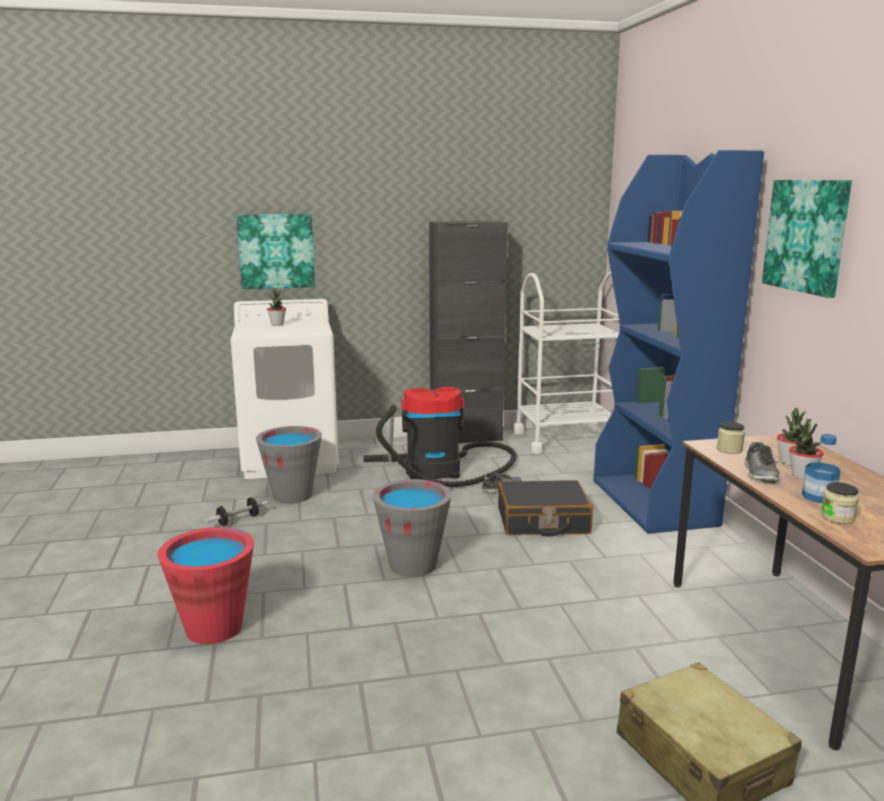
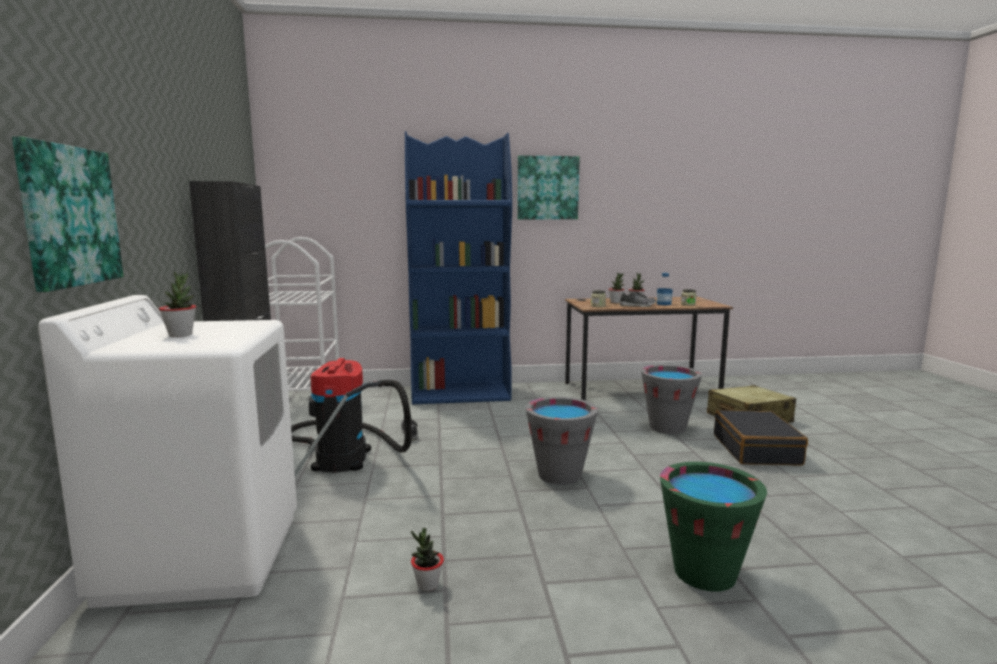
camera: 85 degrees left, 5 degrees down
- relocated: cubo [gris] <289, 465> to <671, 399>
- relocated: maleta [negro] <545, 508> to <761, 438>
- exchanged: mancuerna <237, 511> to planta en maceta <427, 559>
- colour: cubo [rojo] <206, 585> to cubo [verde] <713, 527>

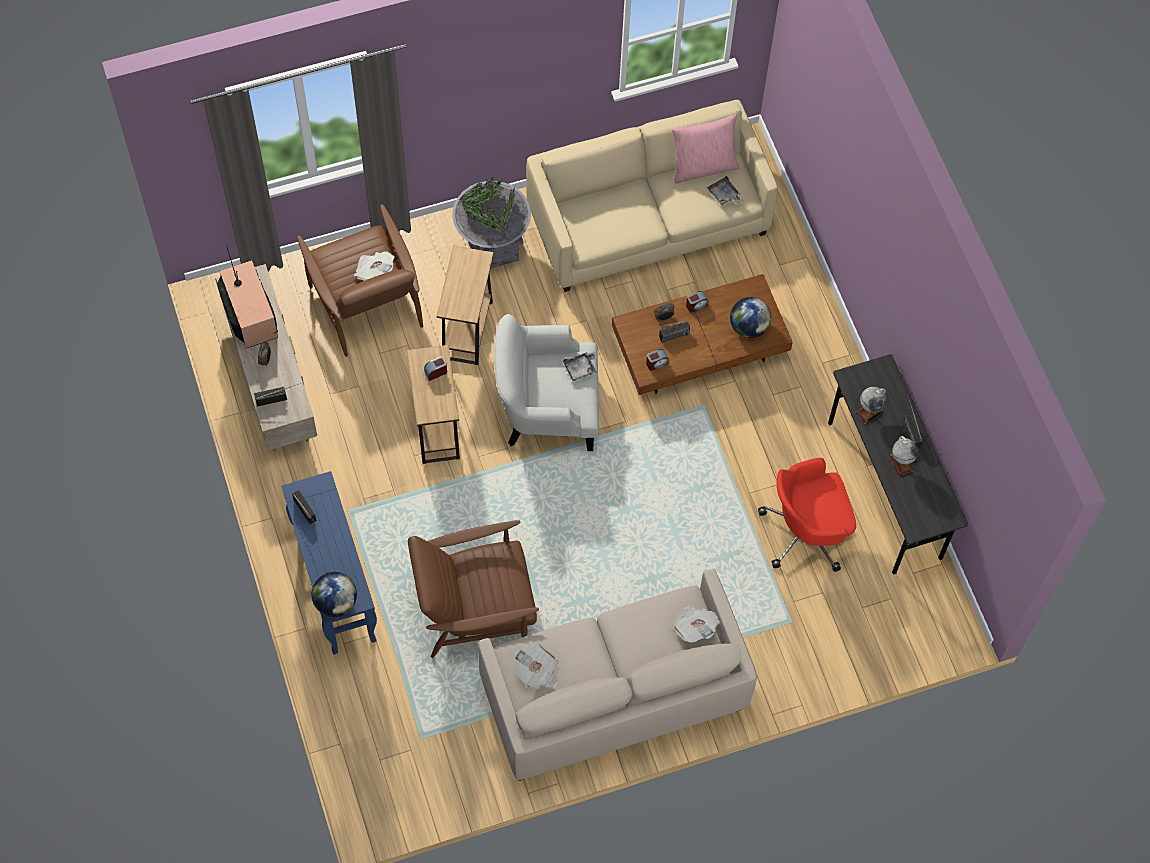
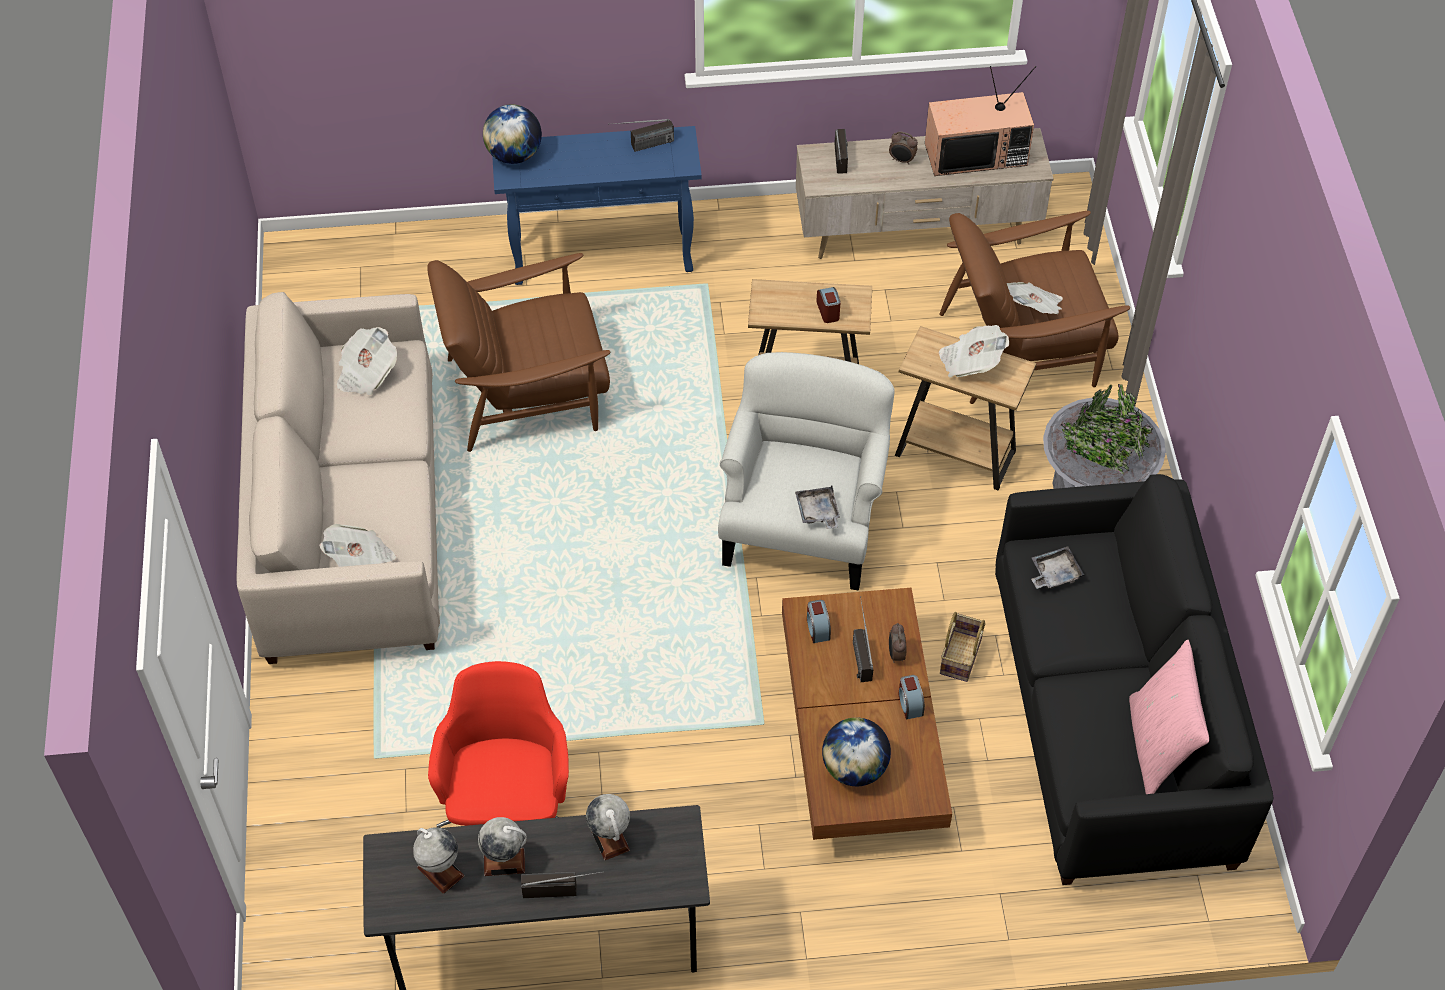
camera: 105 degrees right, 10 degrees down
- colour: sofá [beis] <652, 196> to sofá [negro] <1134, 679>
- relocated: bandeja [gris] <724, 190> to <1058, 568>
- spun: sillón [marrón] <473, 589> = <518, 352> 105 degrees counterclockwise
- appeared: periódico <974, 351>
- appeared: cesta <963, 647>
- appeared: globo terráqueo <438, 860>

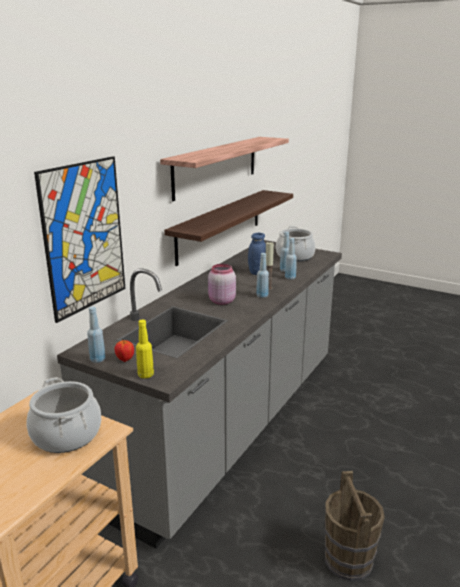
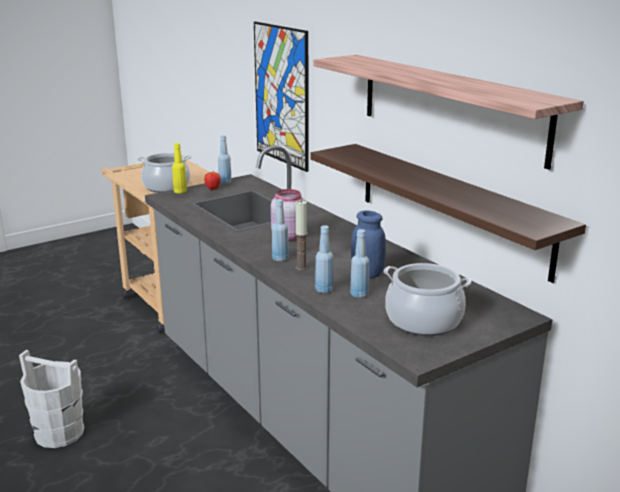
camera: 115 degrees right, 0 degrees up
- colour: cubo [marrón] <355, 526> to cubo [blanco] <51, 399>

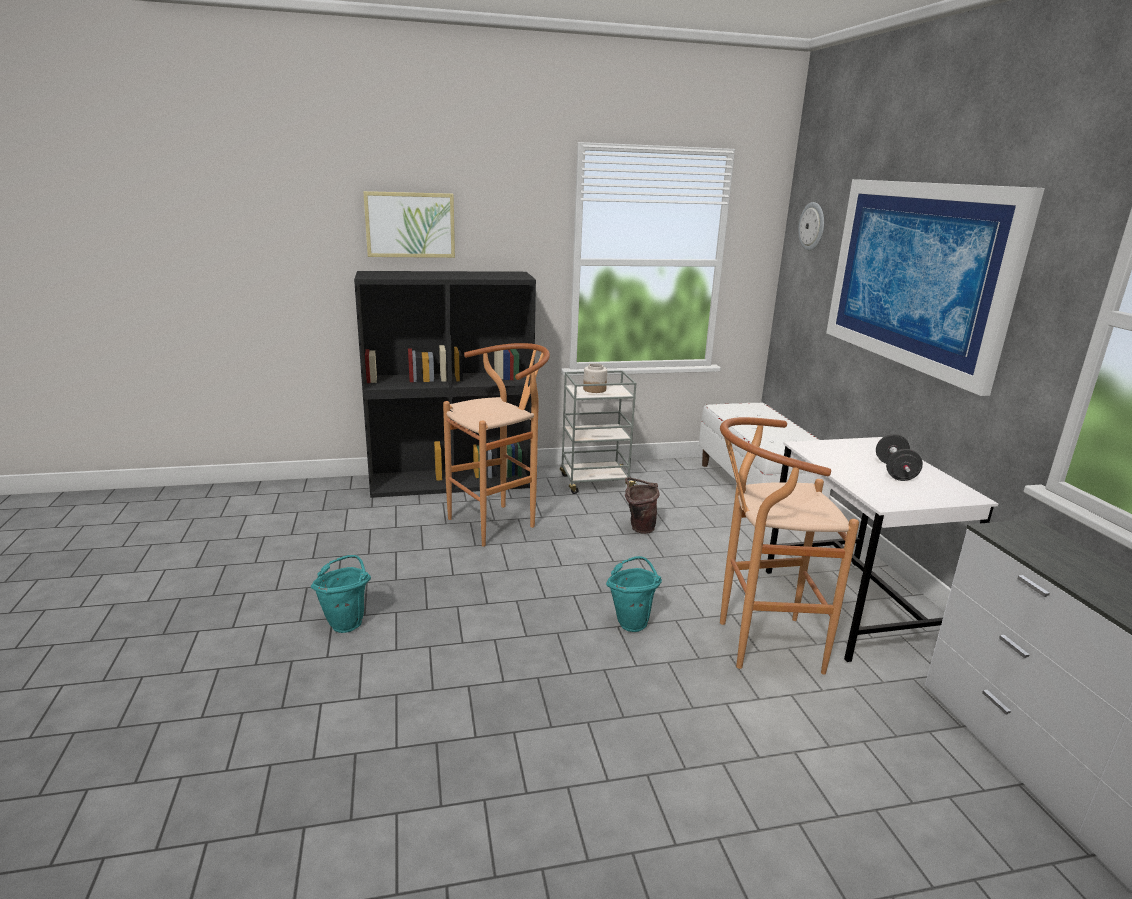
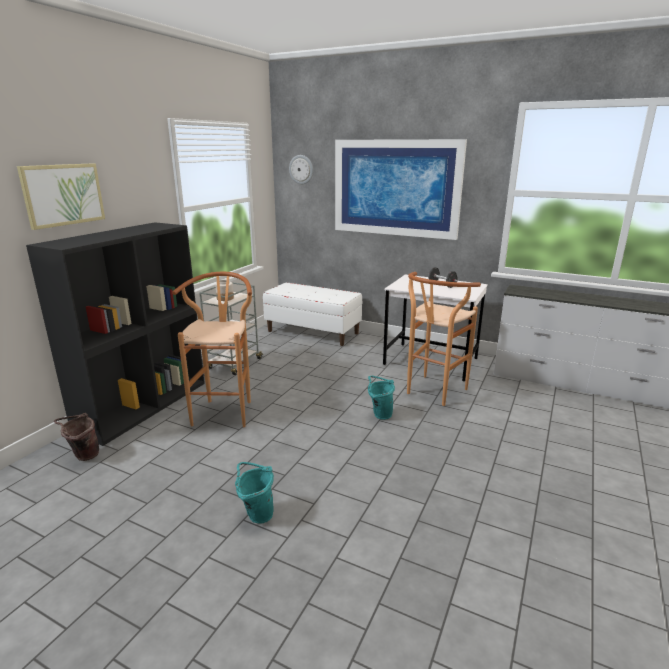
camera: 50 degrees left, 0 degrees up
- relocated: cubo [marrón] <642, 506> to <76, 437>

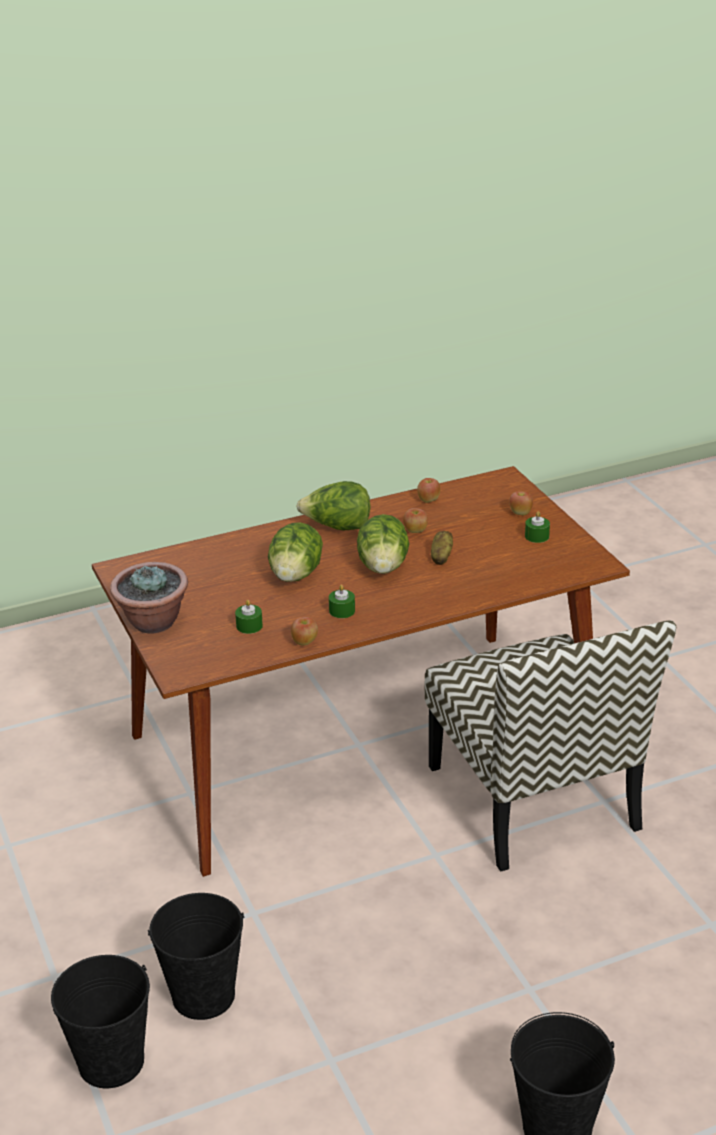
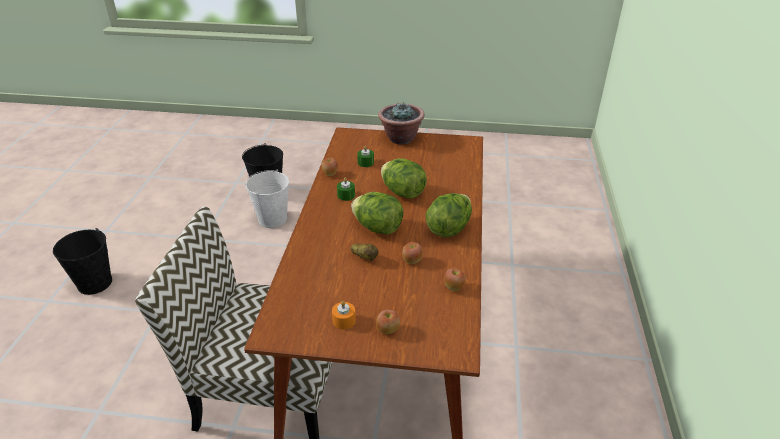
camera: 120 degrees right, 5 degrees up
- colour: vela [verde] <537, 527> to vela [naranja] <344, 315>
- colour: cubo [negro] <196, 956> to cubo [blanco] <267, 199>

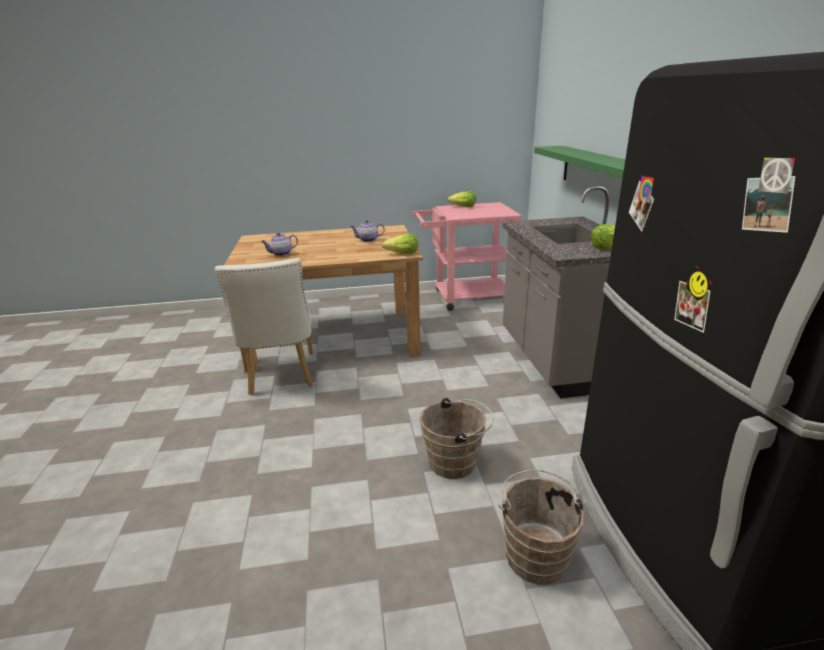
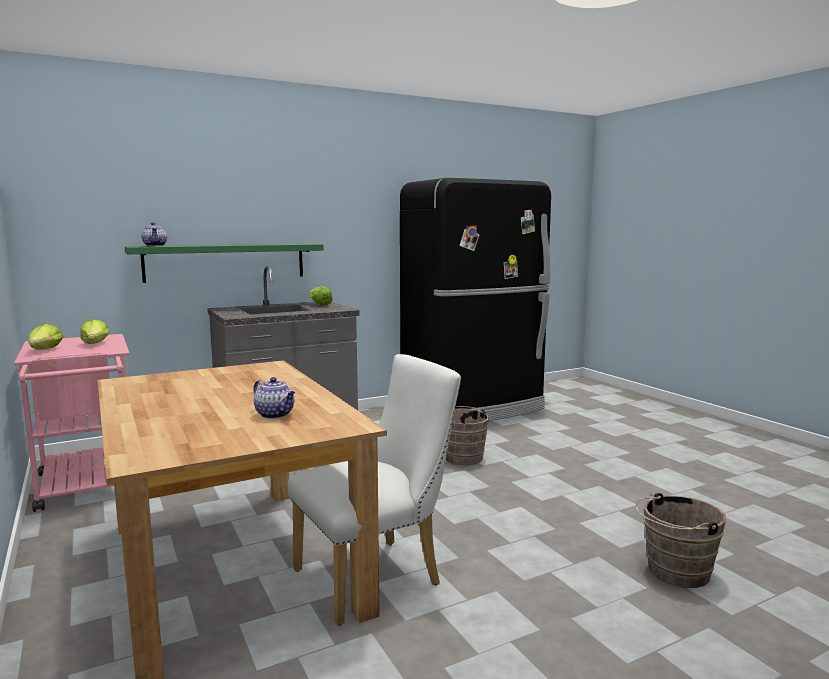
camera: 110 degrees left, 15 degrees down
- relocated: tetera <367, 231> to <154, 234>
- relocated: lechuga <400, 243> to <95, 331>
- relocated: cubo [marrón] <542, 527> to <681, 540>

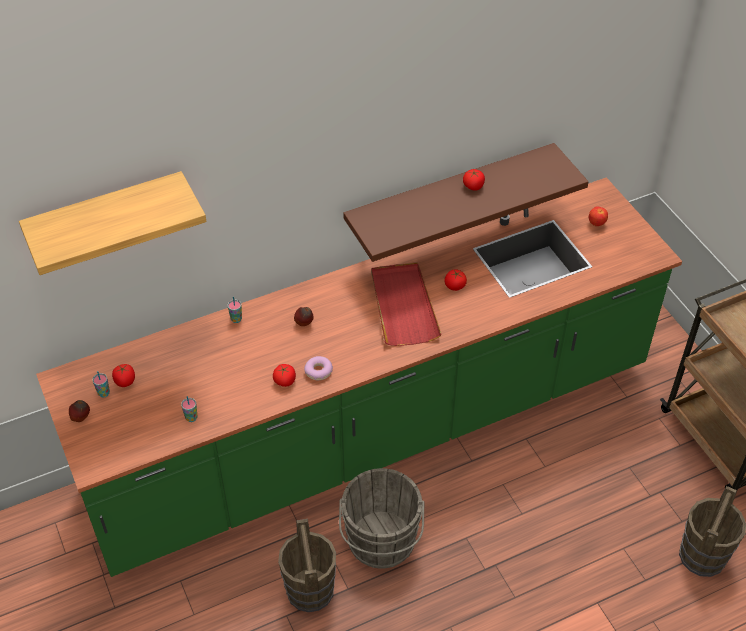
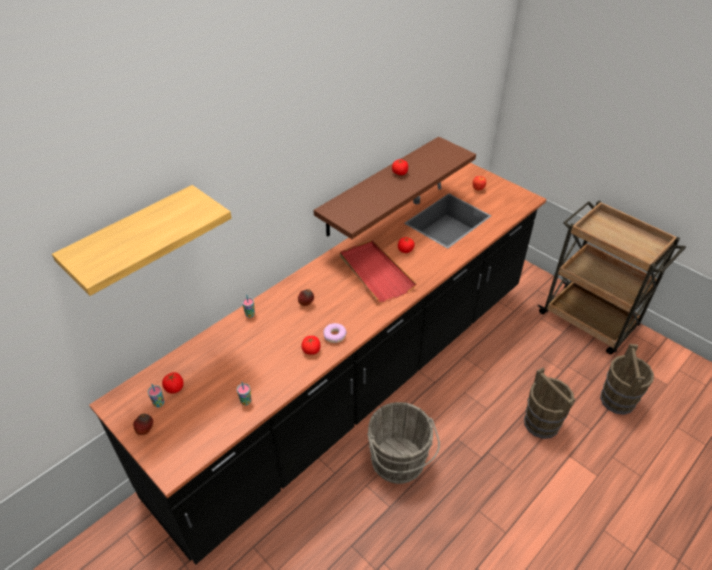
camera: 20 degrees left, 5 degrees down
- colour: mueble bajo de cocina [verde] <359, 377> to mueble bajo de cocina [negro] <317, 364>
- relocated: cubo [marrón] <307, 565> to <550, 403>

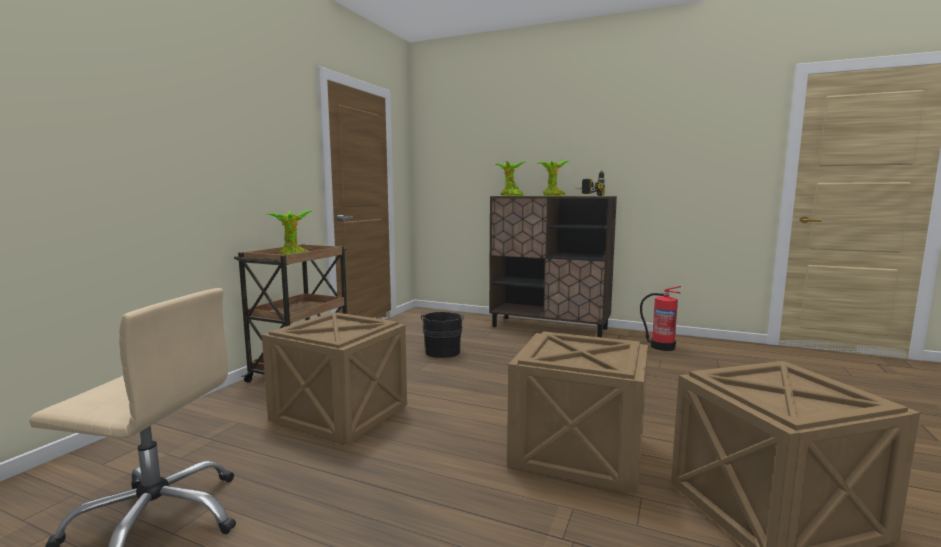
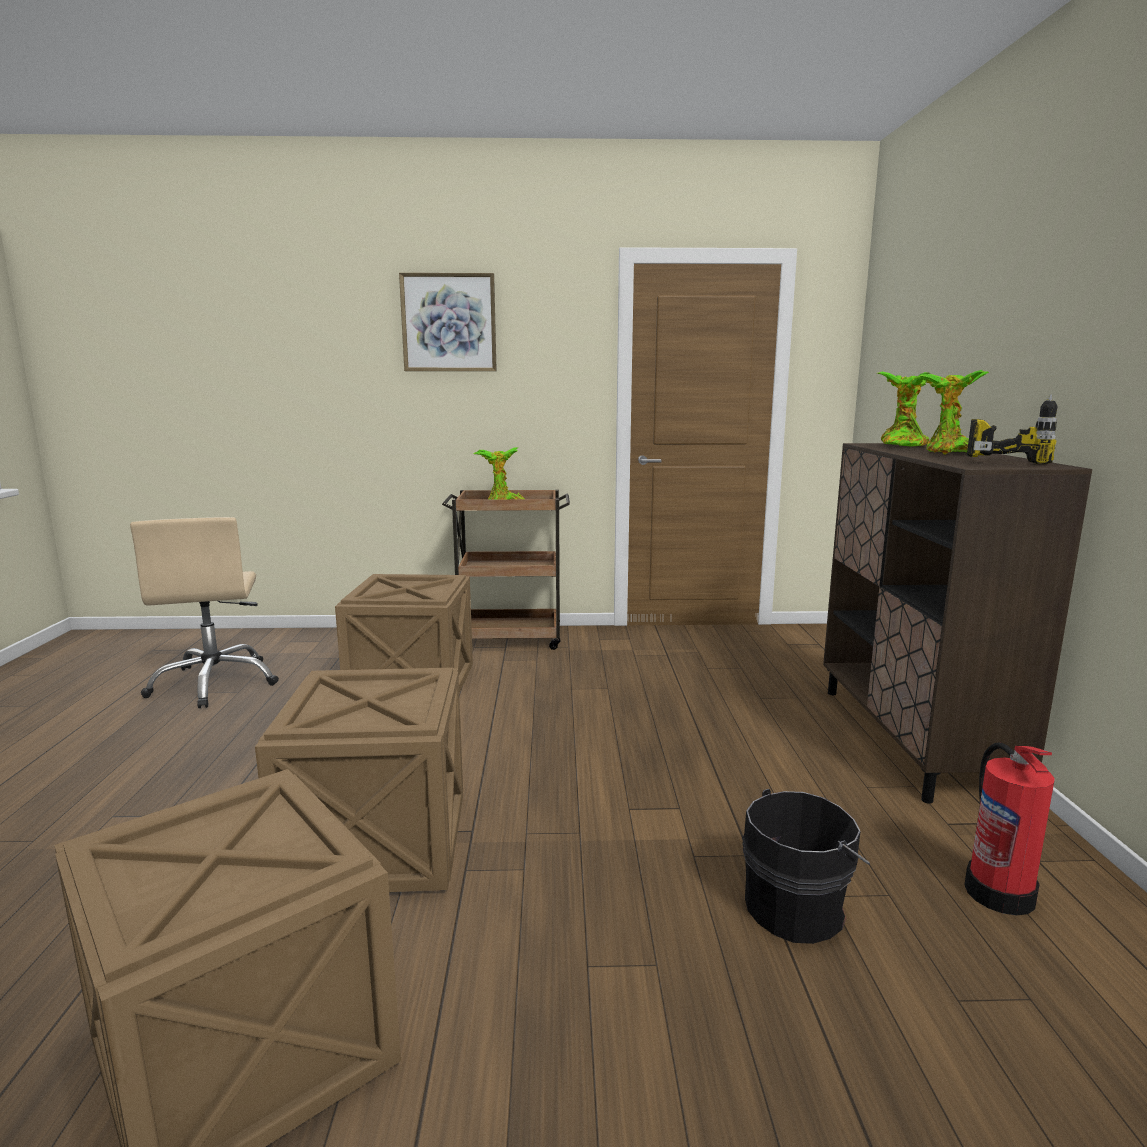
camera: 65 degrees right, 5 degrees up
- relocated: cubo [negro] <442, 335> to <806, 866>
- appeared: cuadro <448, 322>

